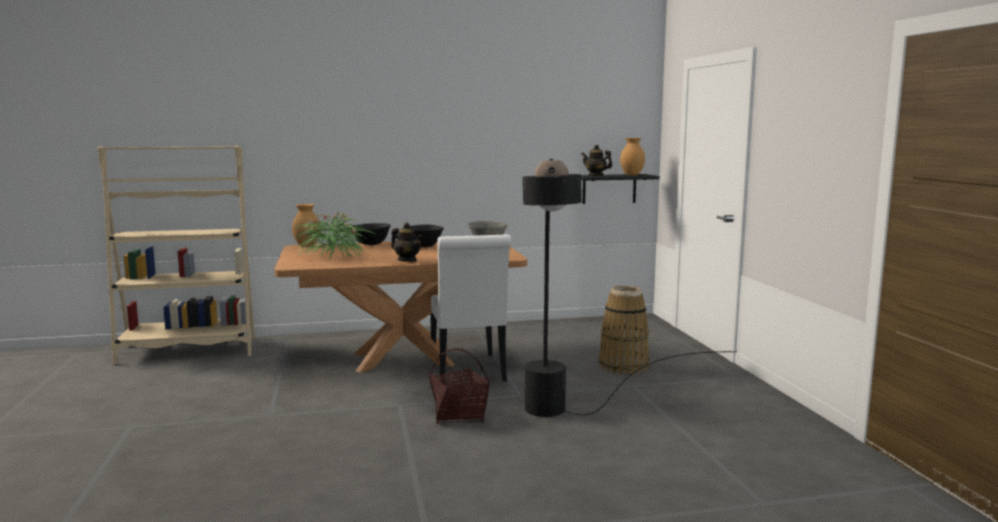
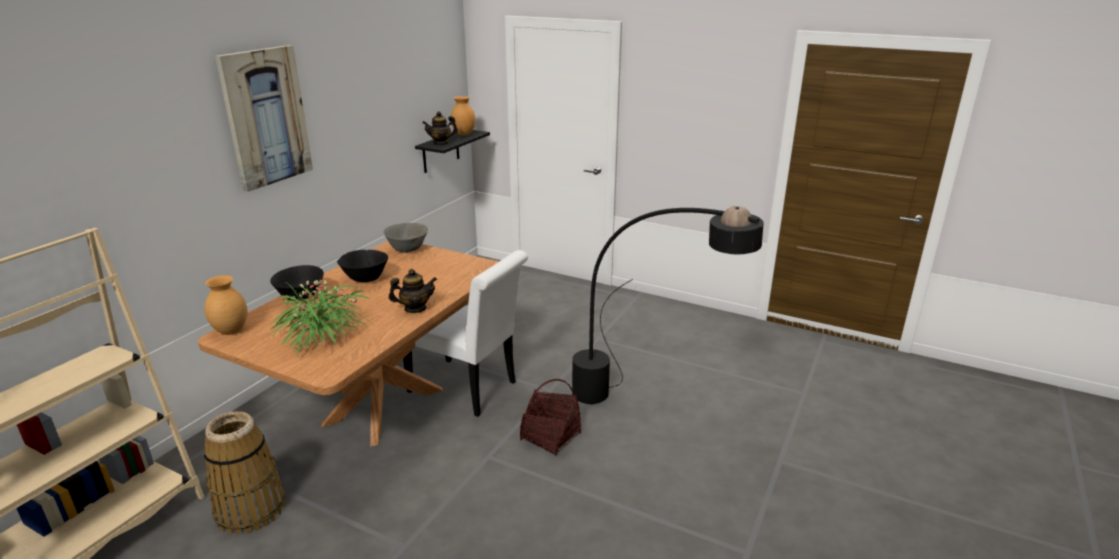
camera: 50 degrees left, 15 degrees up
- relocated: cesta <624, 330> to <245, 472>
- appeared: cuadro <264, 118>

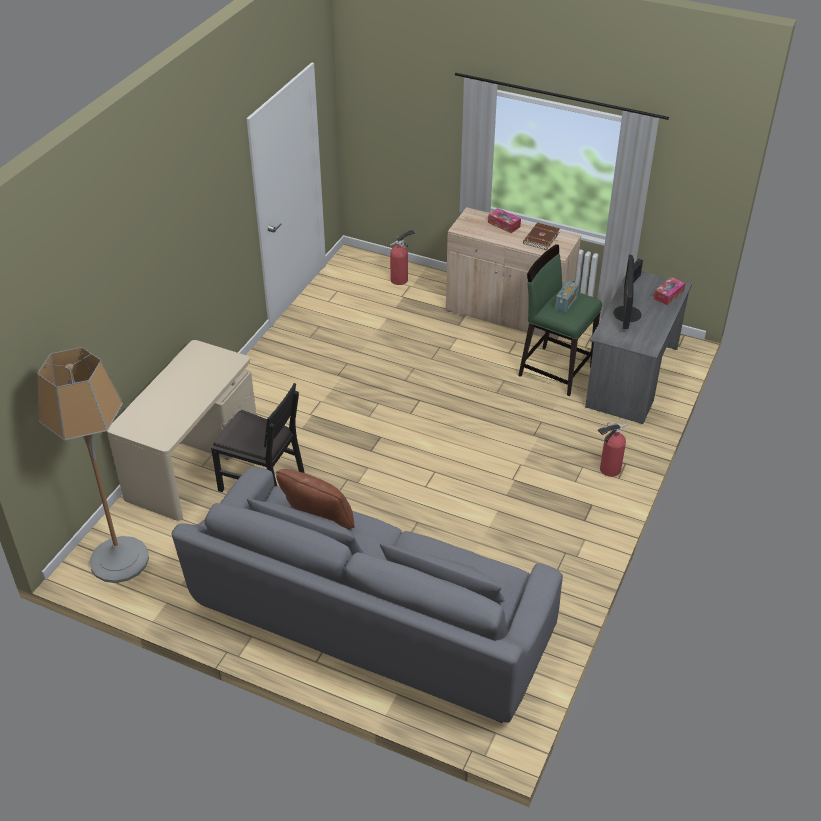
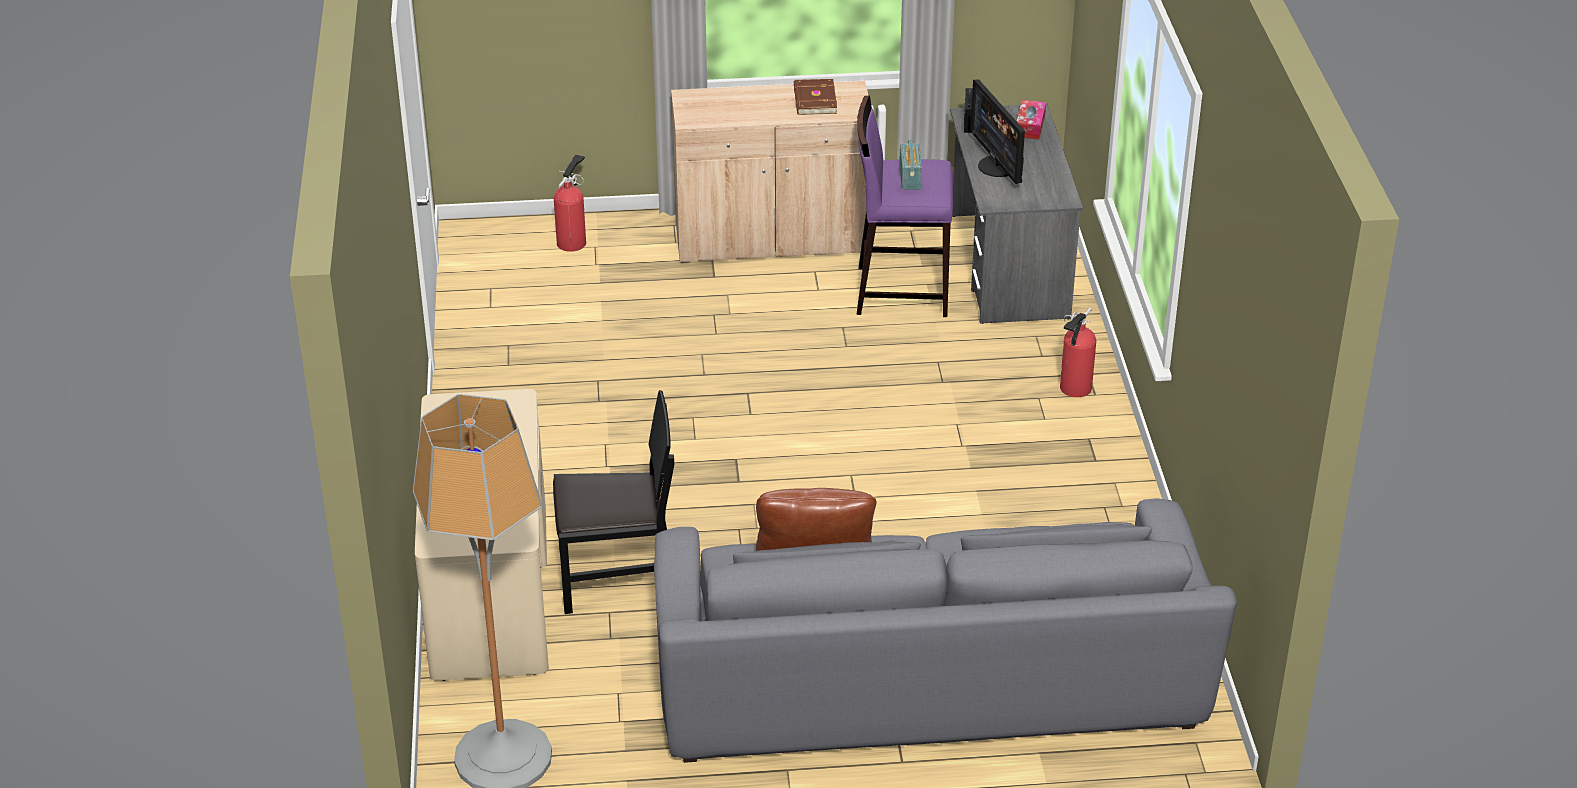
camera: 30 degrees left, 5 degrees down
- missing: caja de pañuelos <504, 220>
- colour: taburete [verde] <560, 320> to taburete [morado] <905, 206>

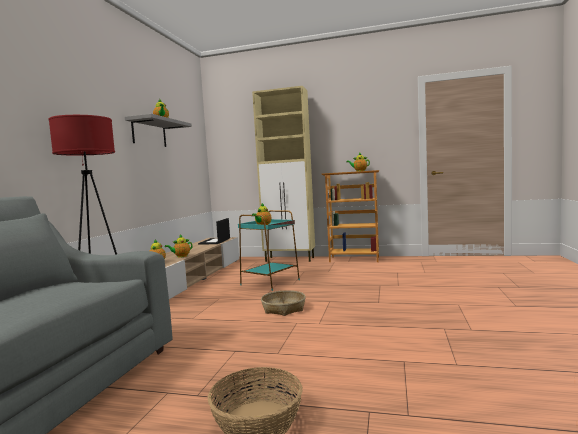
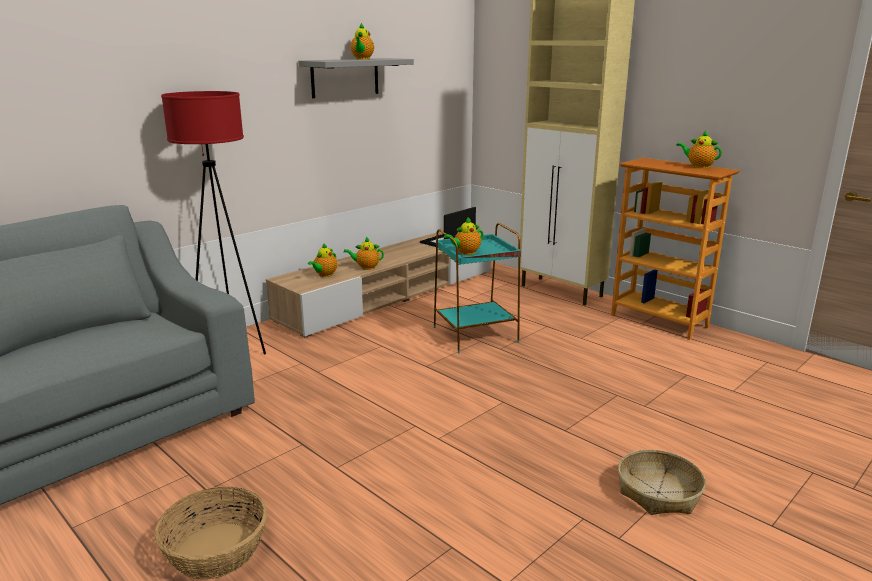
camera: 30 degrees right, 15 degrees up
- relocated: cesta <283, 303> to <662, 482>

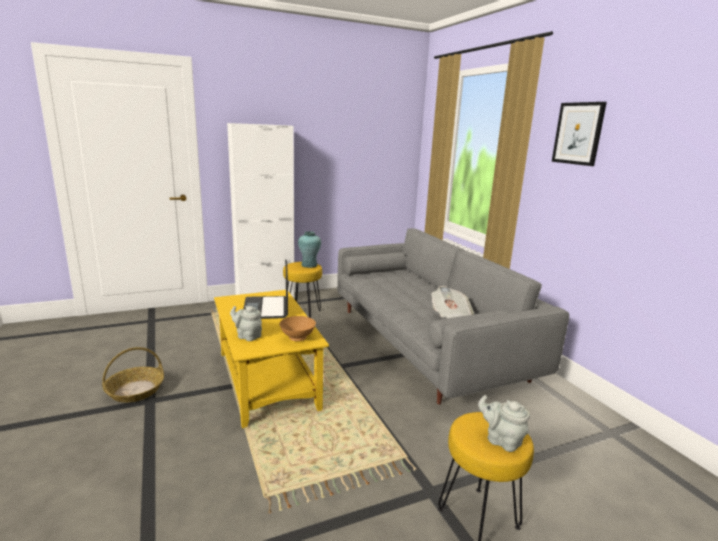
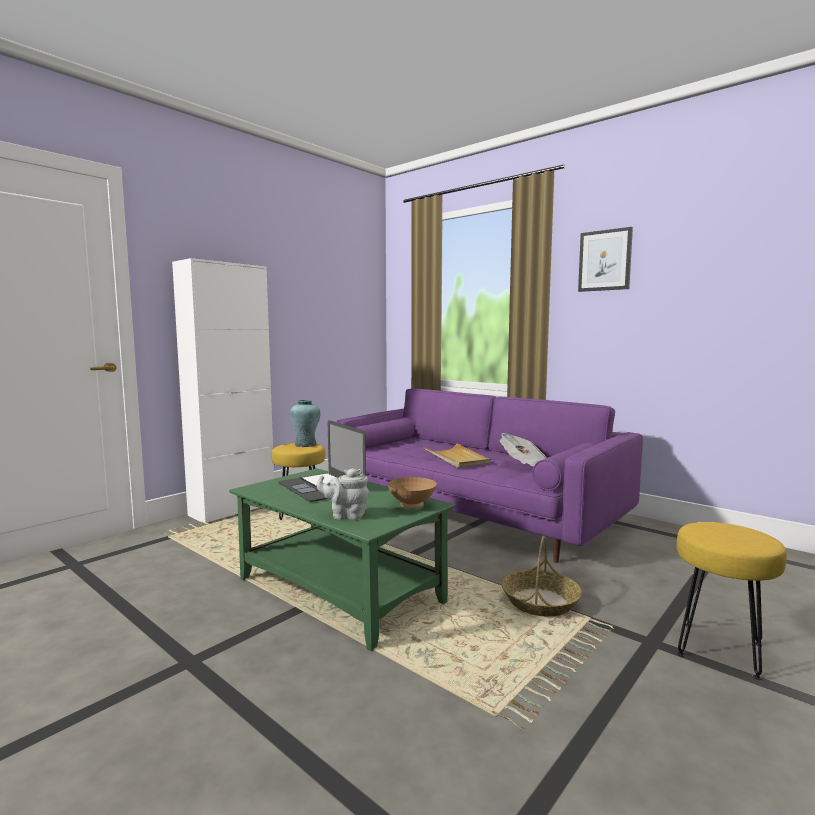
camera: 25 degrees left, 10 degrees down
- colour: sofá [gris] <453, 316> to sofá [morado] <489, 476>
- colour: mesa de centro [amarillo] <271, 359> to mesa de centro [verde] <342, 560>
- relocated: cesta <133, 374> to <542, 576>
- missing: tetera [gris] <504, 423>
- appeared: bandeja [beis] <457, 455>

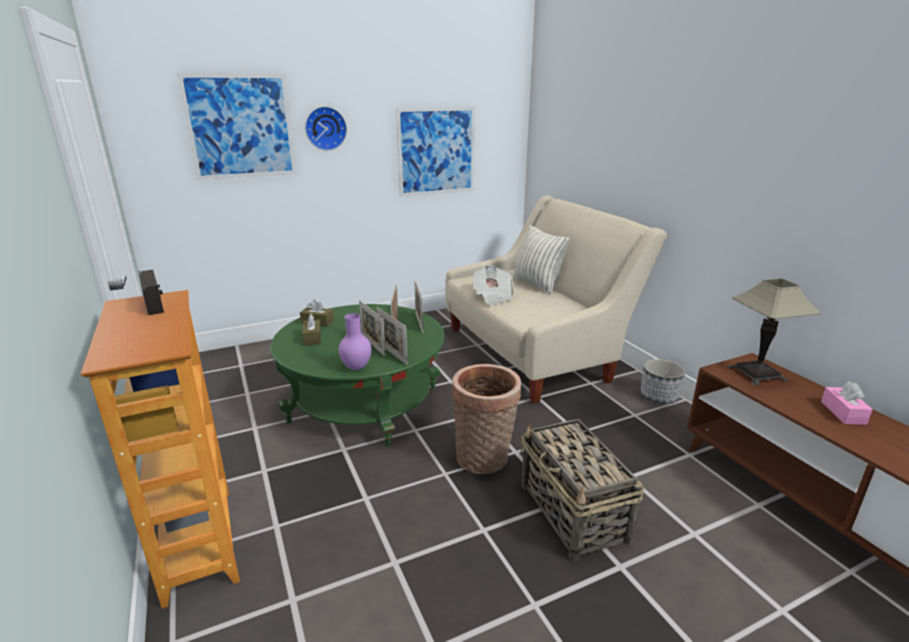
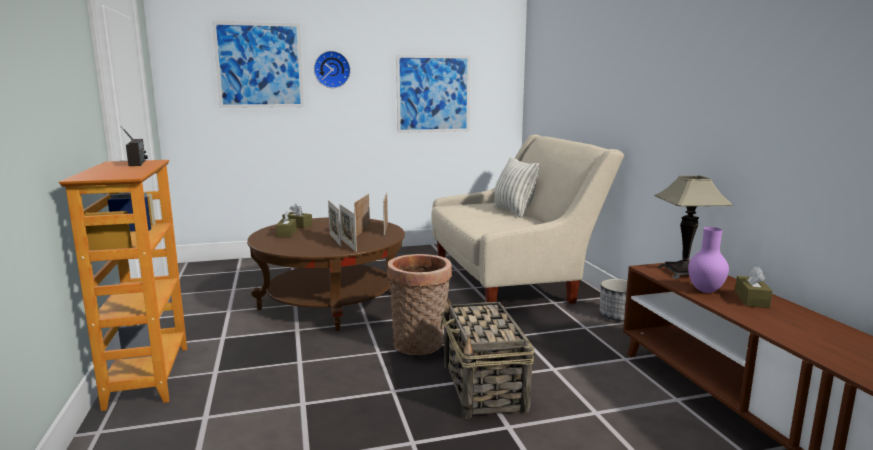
camera: 10 degrees right, 10 degrees down
- missing: periódico <493, 285>
- colour: mesa de centro [verde] <357, 375> to mesa de centro [marrón] <326, 274>
- relocated: florero [morado] <355, 341> to <708, 260>
- colour: caja de pañuelos [rosa] <847, 403> to caja de pañuelos [marrón] <754, 287>

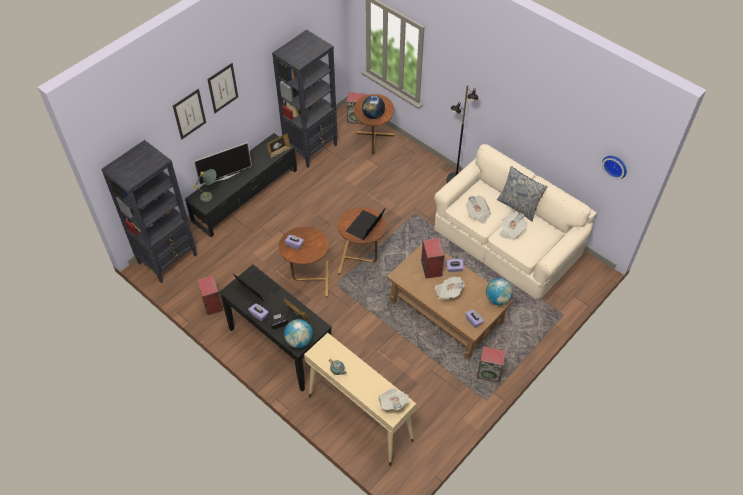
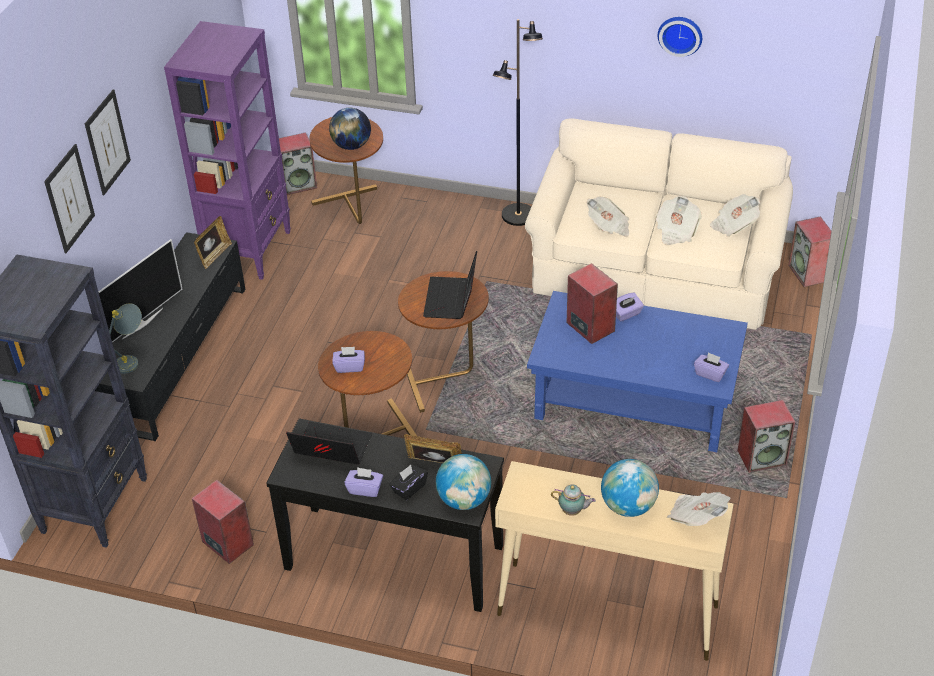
camera: 25 degrees left, 10 degrees down
- colour: estantería [negro] <305, 99> to estantería [morado] <227, 150>
- relocated: reloj de pared <614, 167> to <680, 37>
- missing: cojín <522, 194>
- colour: mesa de centro [marrón] <450, 301> to mesa de centro [azul] <637, 371>
- relocated: periódico <450, 288> to <735, 215>
- relocated: globo terráqueo <499, 291> to <630, 488>
- appeared: altavoz <809, 251>

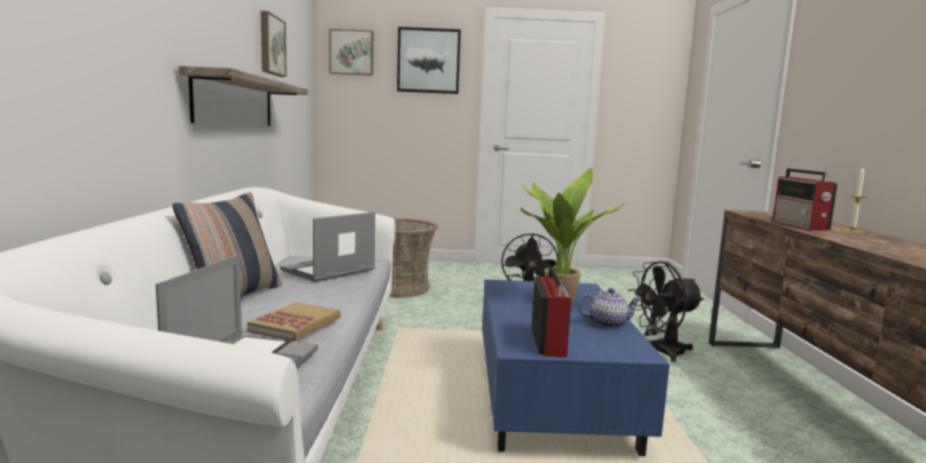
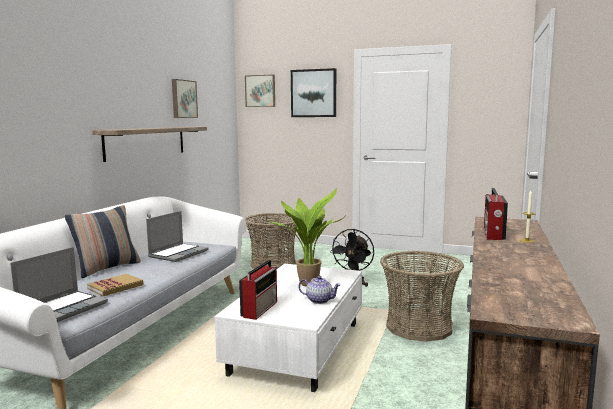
camera: 20 degrees right, 0 degrees up
- spun: portátil <327, 247> = <177, 236> 150 degrees clockwise
- exchanged: ventilador [negro] <666, 311> to cesta <422, 296>
- colour: mesa de centro [azul] <576, 368> to mesa de centro [blanco] <288, 328>

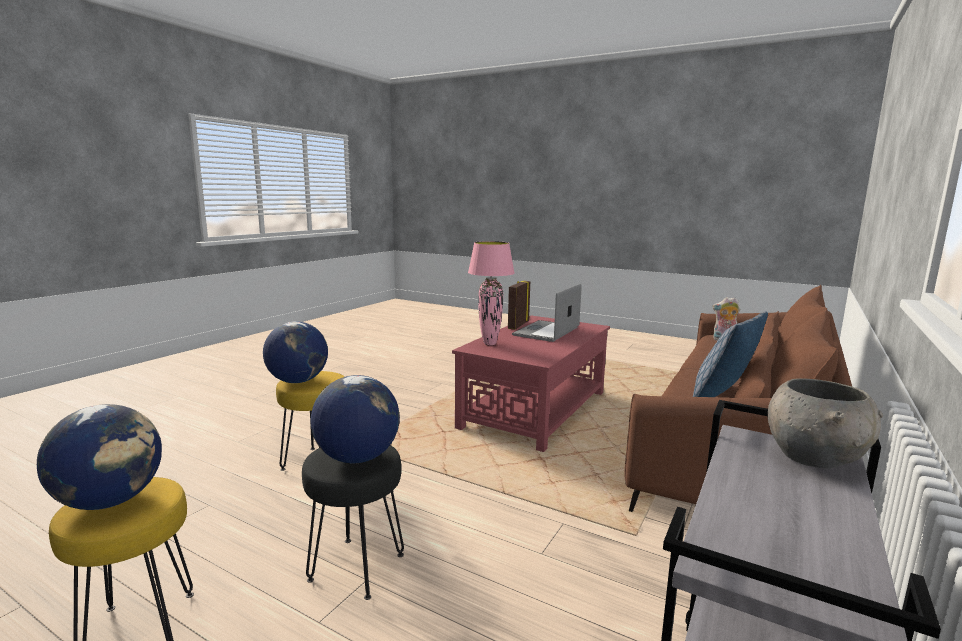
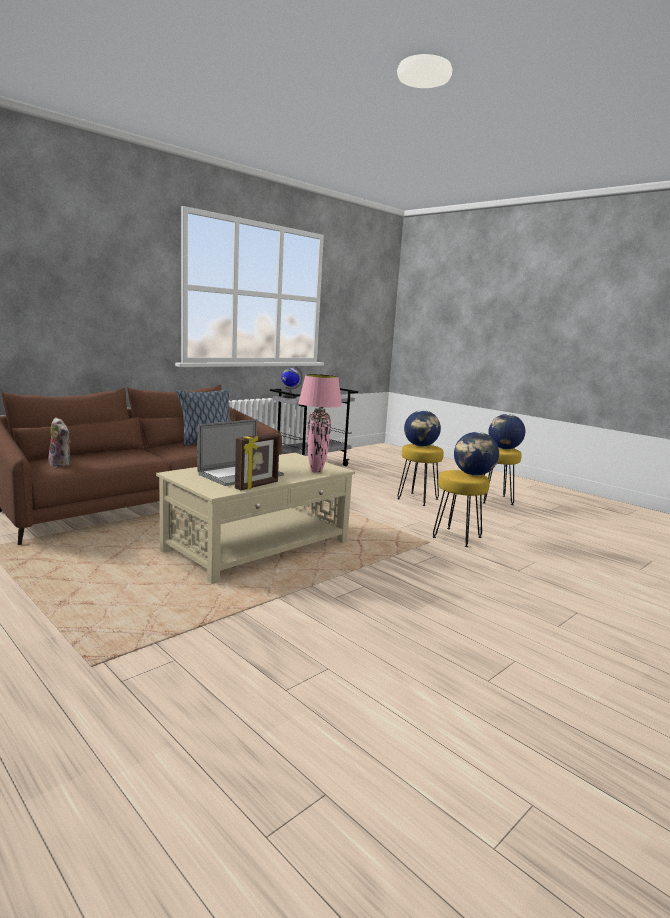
camera: 165 degrees left, 0 degrees up
- colour: mesa de centro [rojo] <531, 384> to mesa de centro [beis] <255, 518>
- exchanged: cuenco [gris] <825, 423> to globo terráqueo <292, 382>
- colour: taburete [negro] <353, 522> to taburete [amarillo] <420, 475>

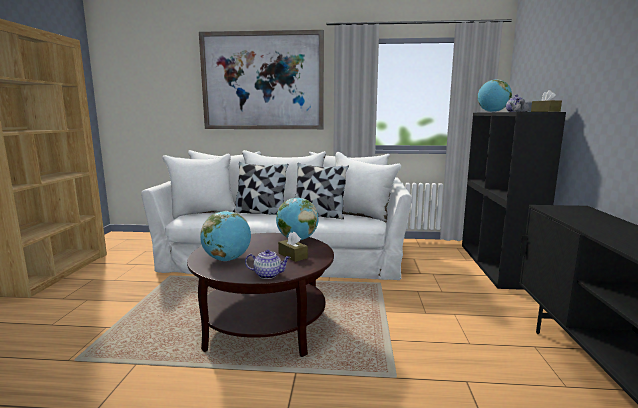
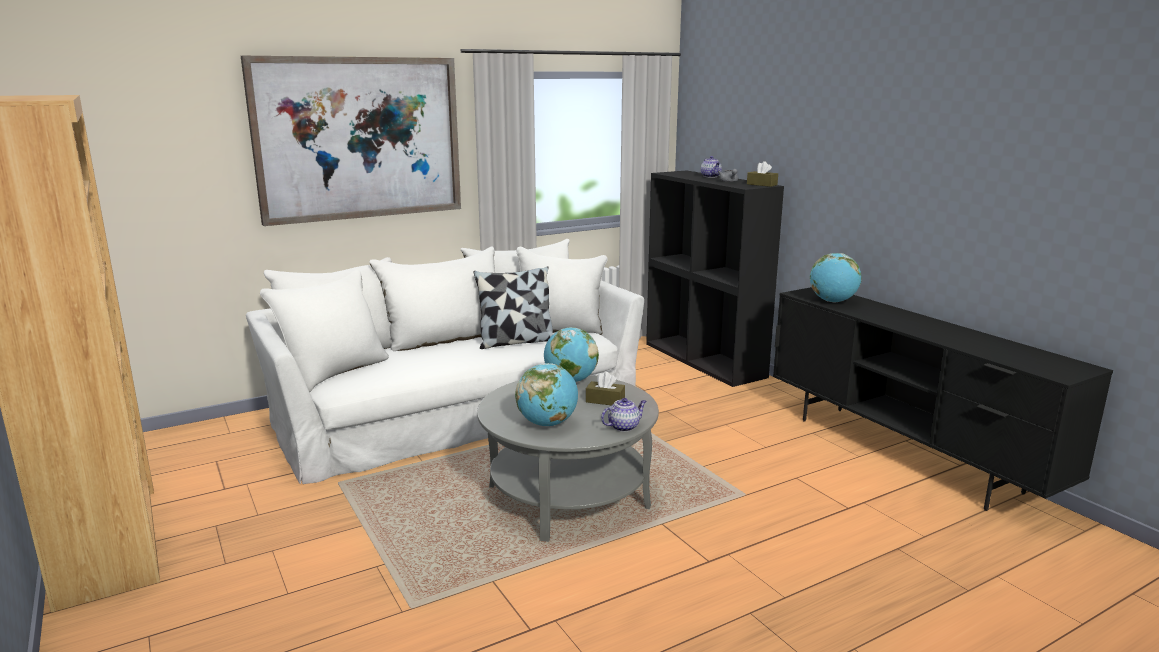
camera: 35 degrees left, 5 degrees up
- relocated: globo terráqueo <494, 95> to <835, 277>
- missing: cojín <261, 188>
- colour: mesa de centro [marrón] <260, 295> to mesa de centro [gris] <568, 458>

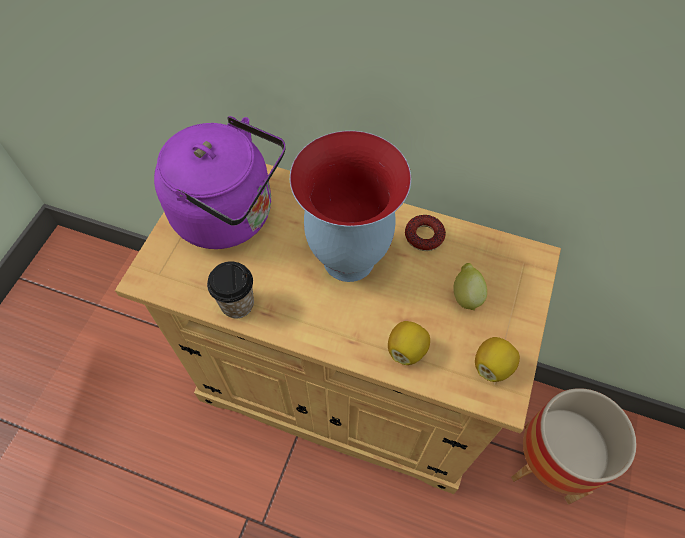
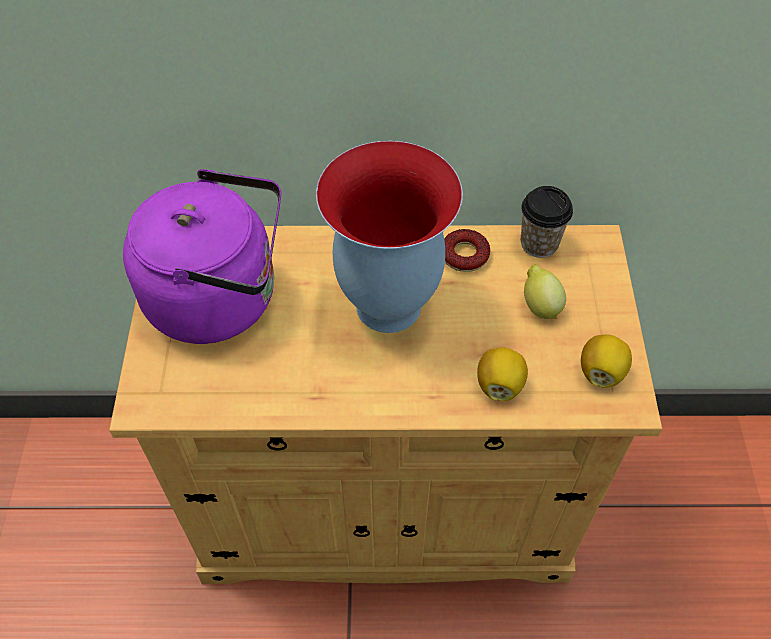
camera: 20 degrees left, 5 degrees down
- relocated: taza <230, 289> to <547, 222>
- missing: maceta <574, 446>

